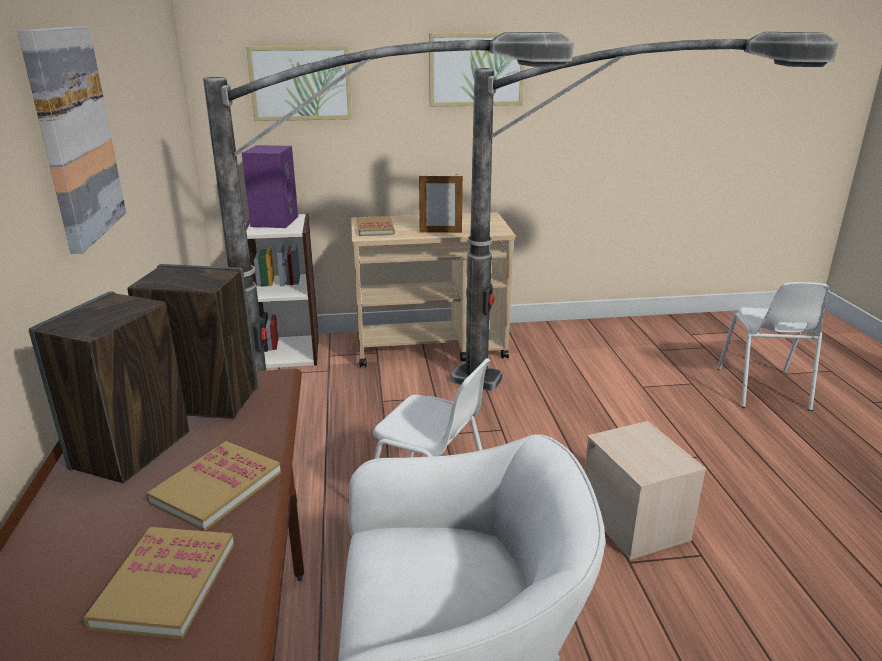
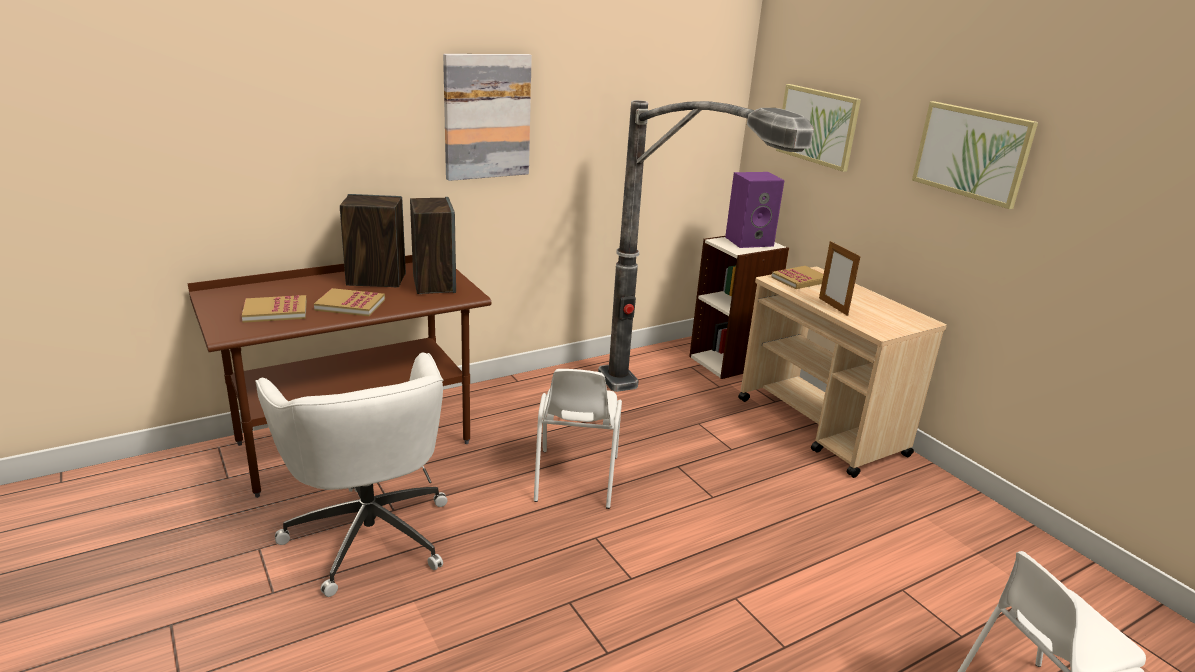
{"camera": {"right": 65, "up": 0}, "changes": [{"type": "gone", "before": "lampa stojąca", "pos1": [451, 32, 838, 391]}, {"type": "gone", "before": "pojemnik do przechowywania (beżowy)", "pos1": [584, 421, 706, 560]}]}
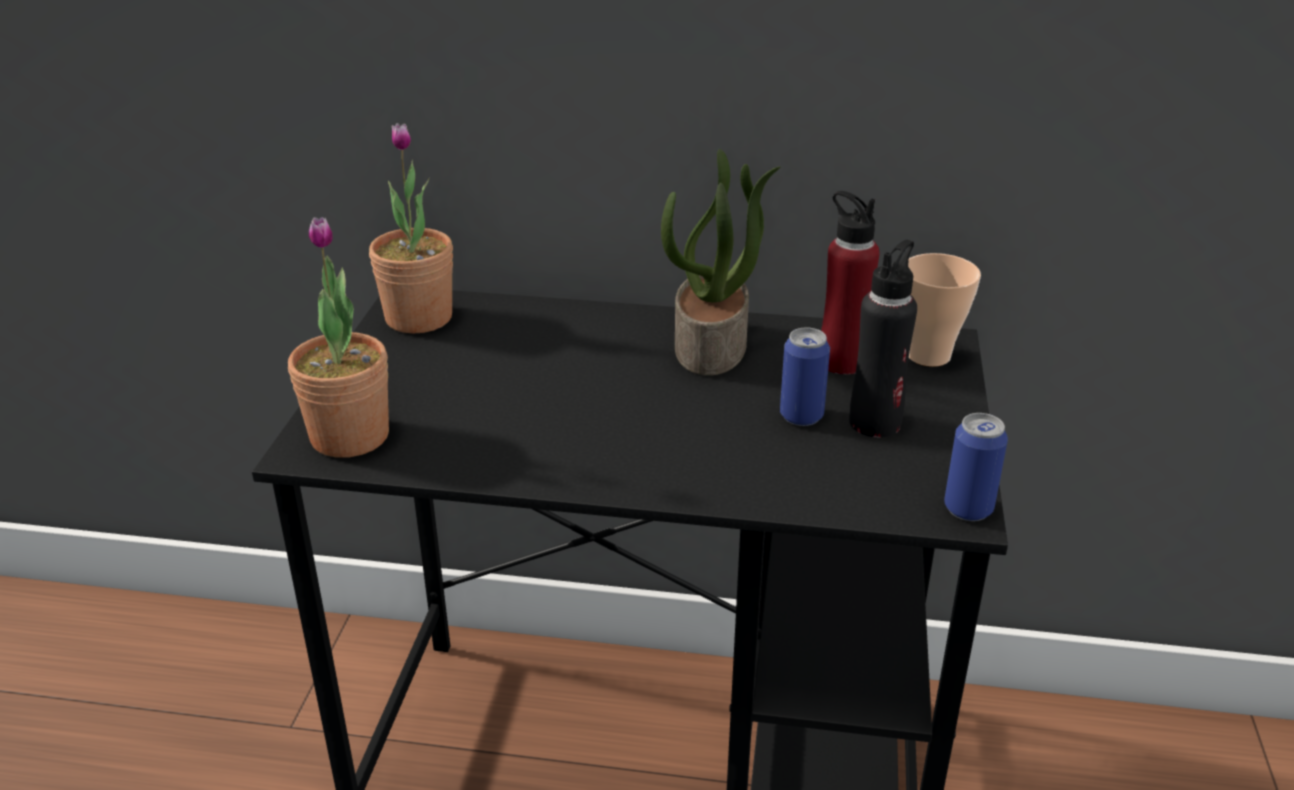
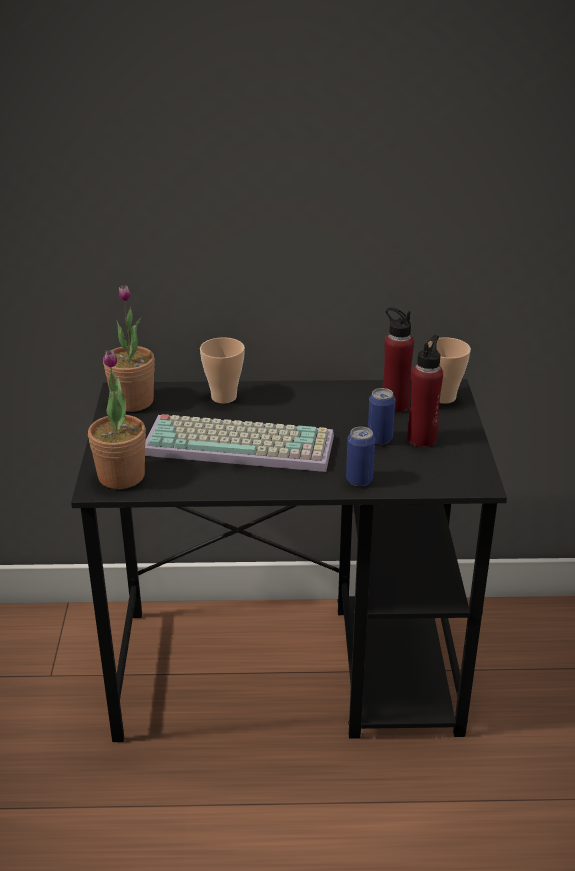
{"camera": {"right": -10, "up": 0}, "changes": [{"type": "new", "after": "klawiatura", "pos2": [145, 414, 334, 472]}, {"type": "new", "after": "filiżanka", "pos2": [200, 337, 245, 404]}, {"type": "shifted", "before": "puszka", "pos1": [944, 413, 1008, 521], "pos2": [346, 427, 375, 486]}, {"type": "repainted", "before": "butelka (czarny)", "after": "butelka (czerwony)", "pos1": [849, 240, 917, 438], "pos2": [407, 335, 443, 447]}, {"type": "gone", "before": "roślina doniczkowa", "pos1": [661, 149, 781, 376]}]}
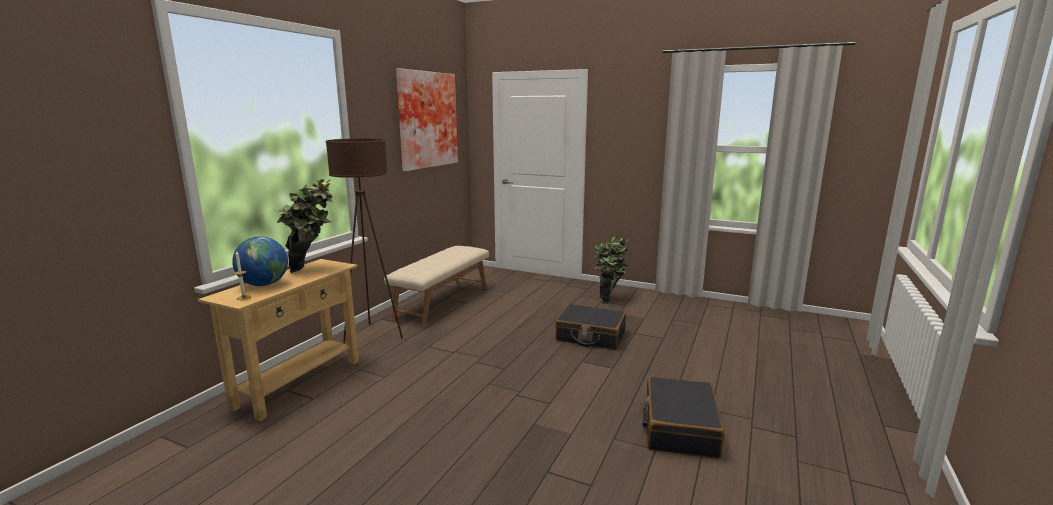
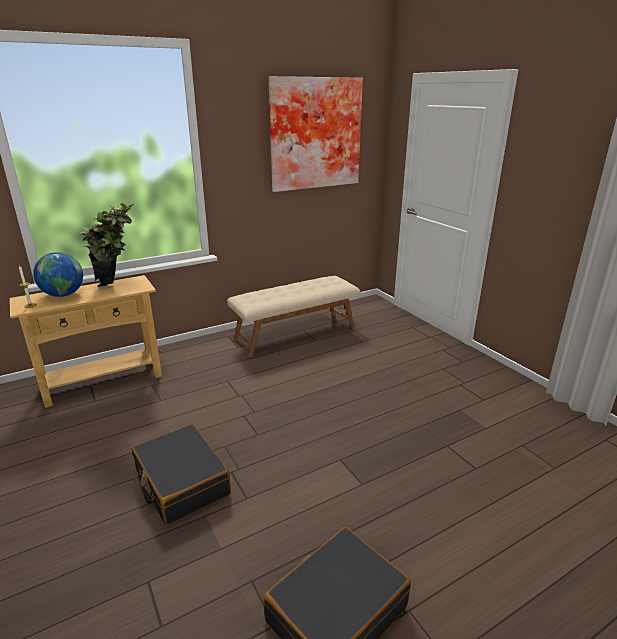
{"camera": {"right": 35, "up": 10}, "changes": [{"type": "shifted", "before": "walizka (czarny)", "pos1": [555, 304, 626, 350], "pos2": [132, 424, 231, 525]}, {"type": "gone", "before": "lampa stojąca (brązowy)", "pos1": [326, 138, 403, 344]}, {"type": "gone", "before": "roślina doniczkowa", "pos1": [594, 236, 629, 304]}]}
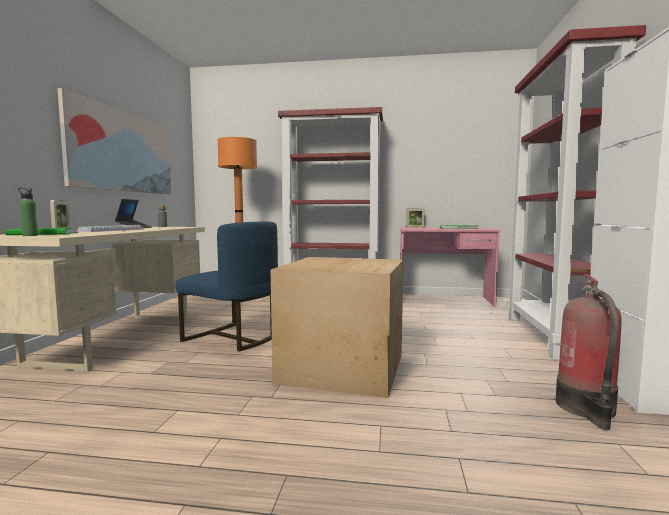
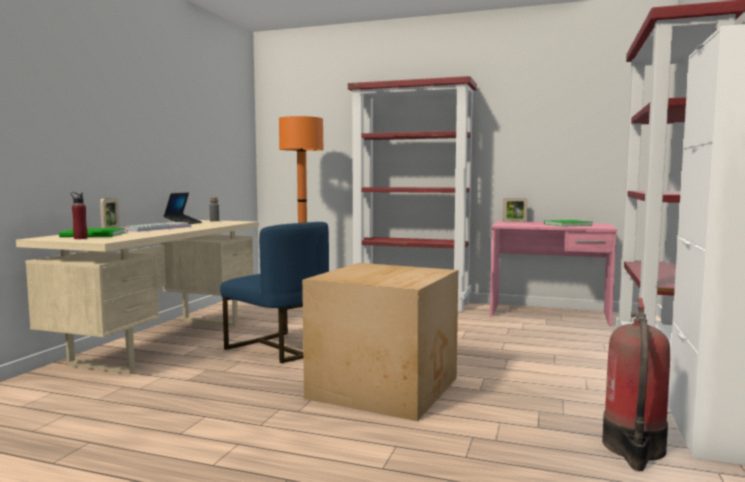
{"camera": {"right": 10, "up": 0}, "changes": [{"type": "repainted", "before": "butelka (zielony)", "after": "butelka (czerwony)", "pos1": [18, 188, 38, 236], "pos2": [71, 192, 88, 239]}, {"type": "gone", "before": "obraz", "pos1": [57, 88, 171, 194]}]}
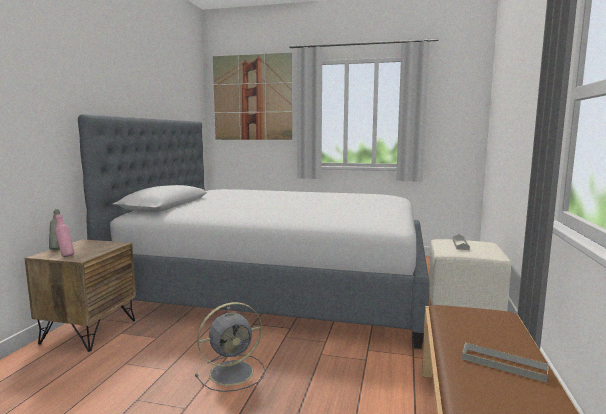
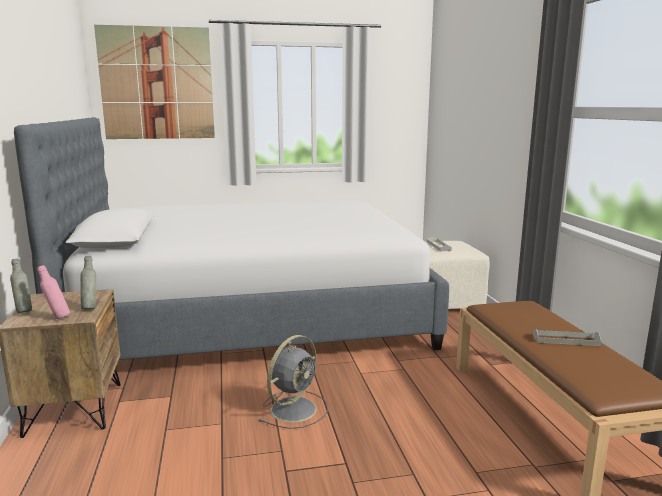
{"camera": {"right": -25, "up": 5}, "changes": [{"type": "new", "after": "butelka (szary)", "pos2": [80, 256, 96, 309]}]}
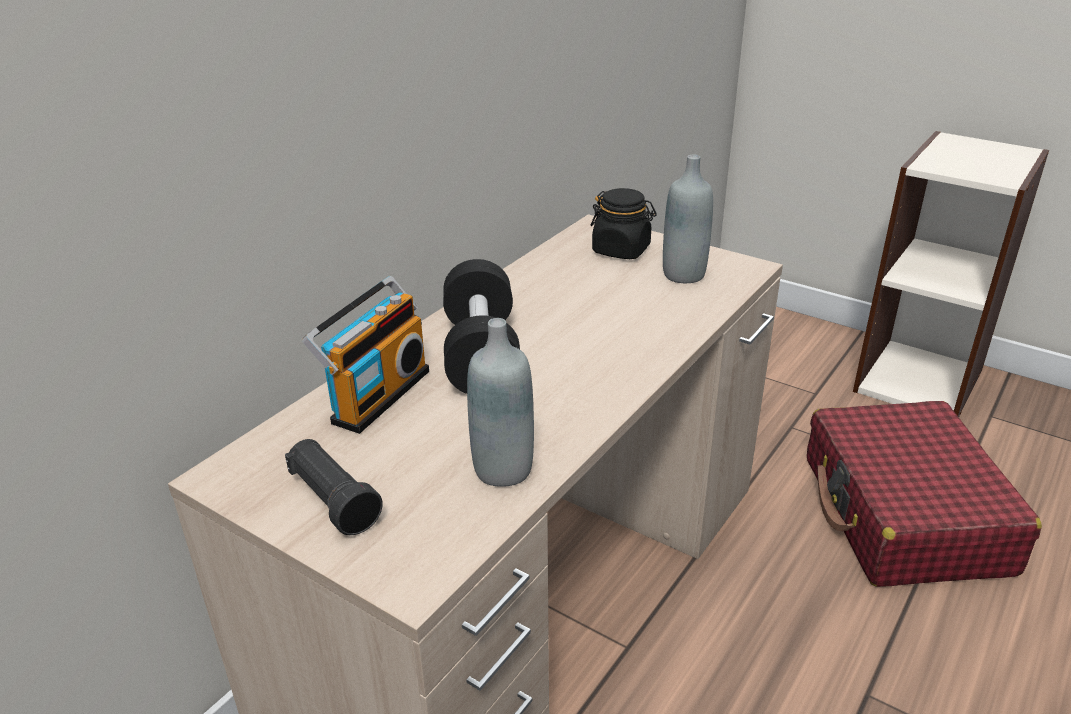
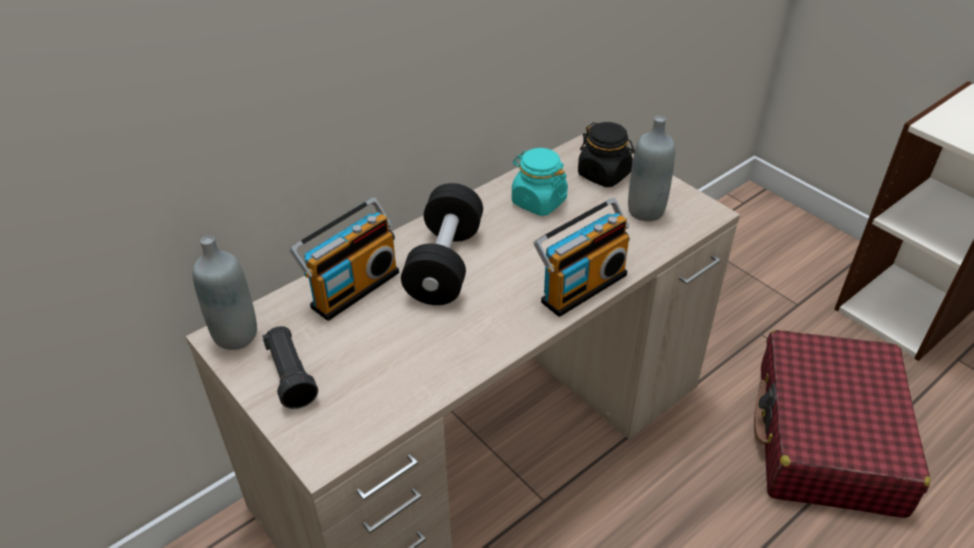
{"camera": {"right": 15, "up": 10}, "changes": [{"type": "shifted", "before": "butelka (szary)", "pos1": [467, 318, 534, 487], "pos2": [193, 236, 257, 350]}, {"type": "new", "after": "słoik (turkusowy)", "pos2": [512, 148, 568, 216]}, {"type": "new", "after": "radio", "pos2": [533, 198, 630, 317]}]}
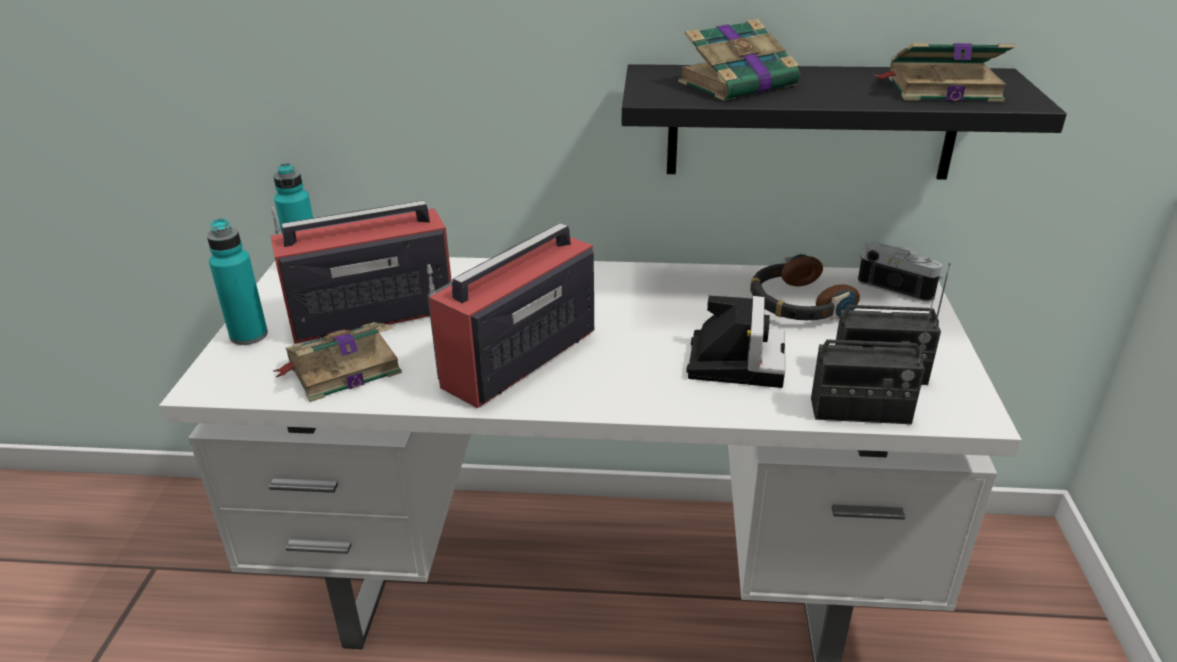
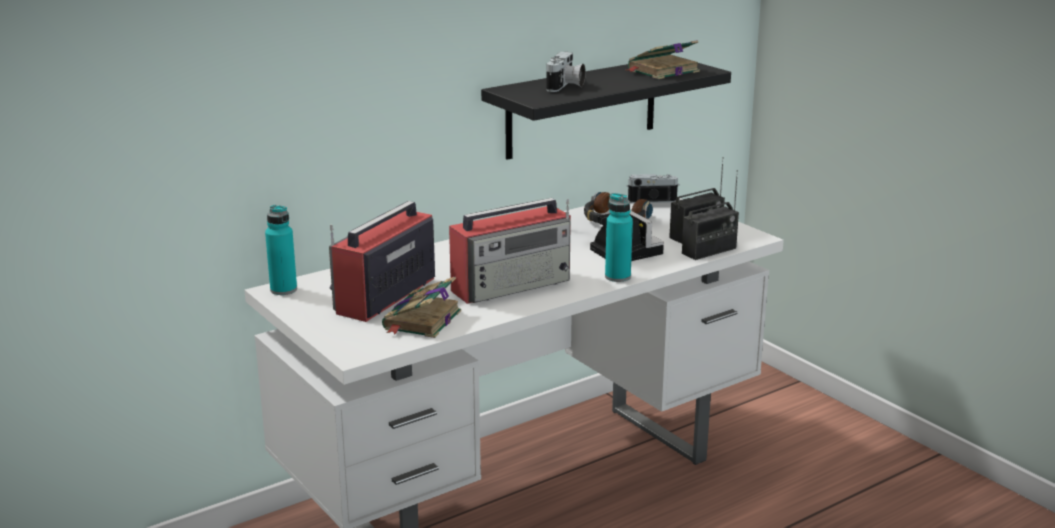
{"camera": {"right": -40, "up": -10}, "changes": [{"type": "rotated", "before": "radio", "pos1": [427, 223, 594, 408], "pos2": [449, 198, 571, 304], "turn": -120}, {"type": "swapped", "before": "książka", "after": "aparat fotograficzny", "pos1": [678, 19, 803, 101], "pos2": [546, 52, 586, 92]}, {"type": "shifted", "before": "butelka (turkusowy)", "pos1": [207, 218, 268, 345], "pos2": [605, 193, 633, 282]}]}
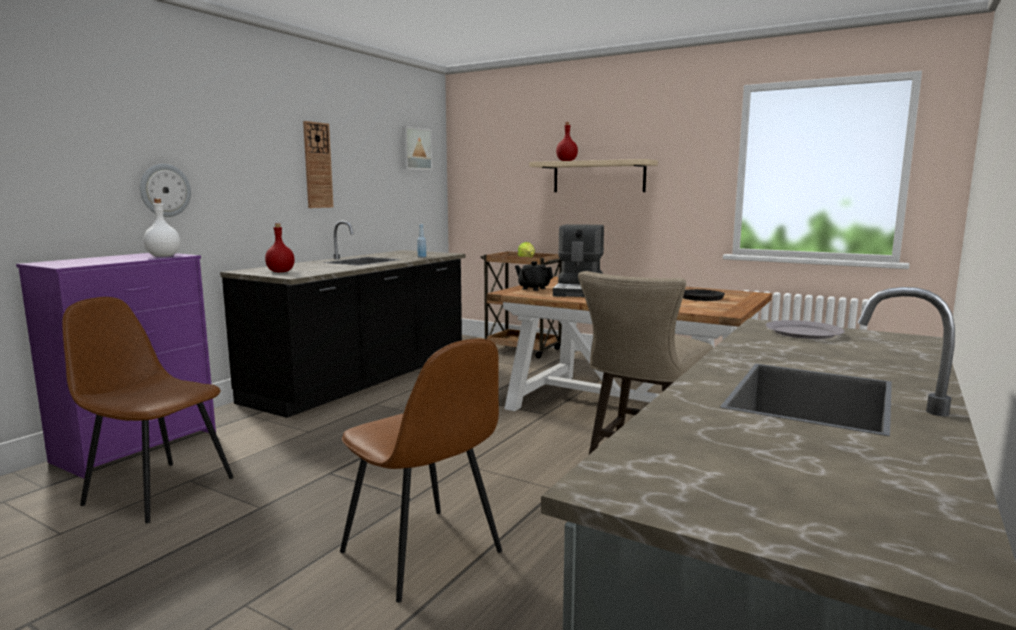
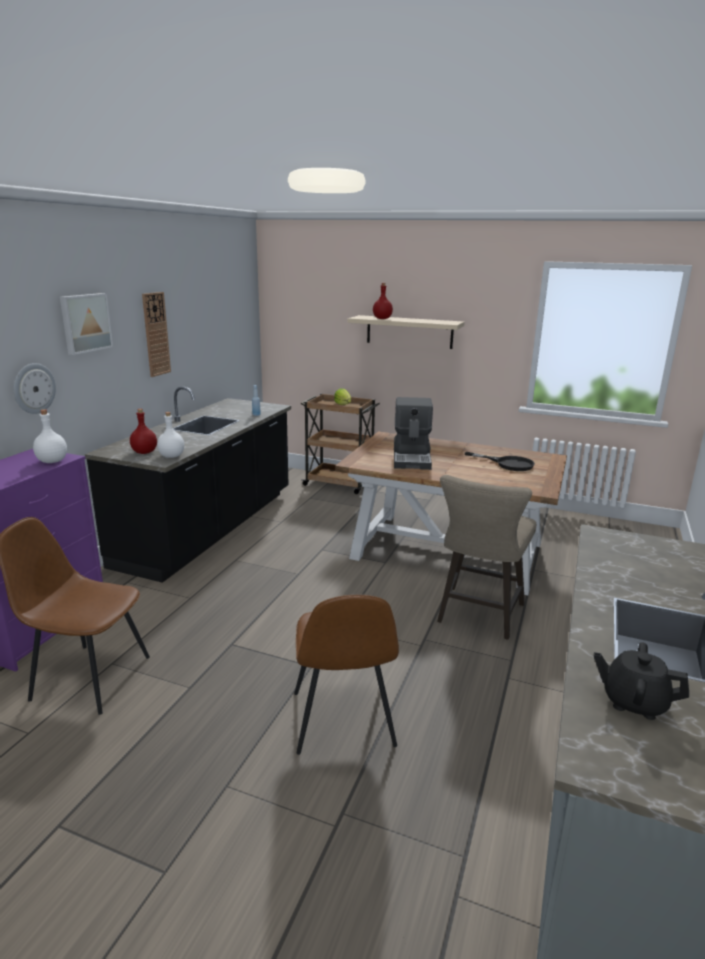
{"camera": {"right": -10, "up": 10}, "changes": [{"type": "shifted", "before": "obraz", "pos1": [402, 126, 433, 170], "pos2": [60, 293, 113, 355]}, {"type": "new", "after": "butelka (biały)", "pos2": [157, 412, 184, 458]}, {"type": "rotated", "before": "krzesło (brązowy)", "pos1": [340, 338, 502, 602], "pos2": [294, 595, 399, 755], "turn": 45}, {"type": "shifted", "before": "imbryk (czarny)", "pos1": [515, 261, 553, 291], "pos2": [594, 642, 689, 720]}, {"type": "gone", "before": "talerz (szary)", "pos1": [766, 320, 845, 339]}]}
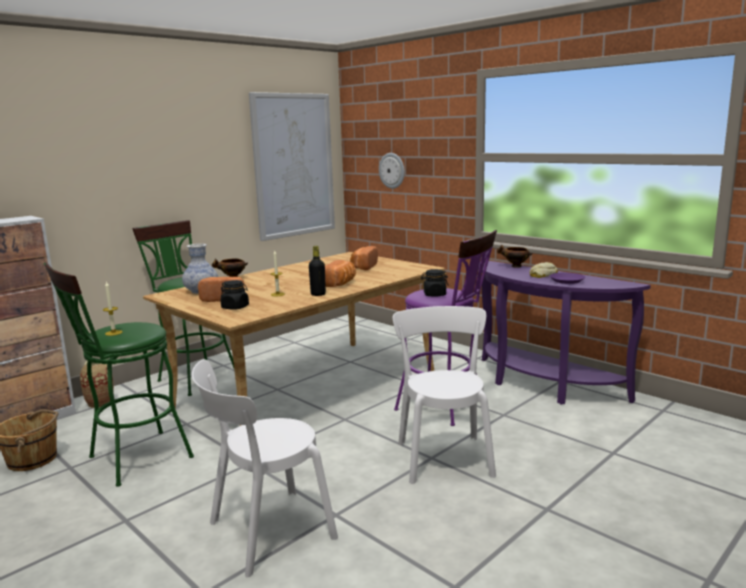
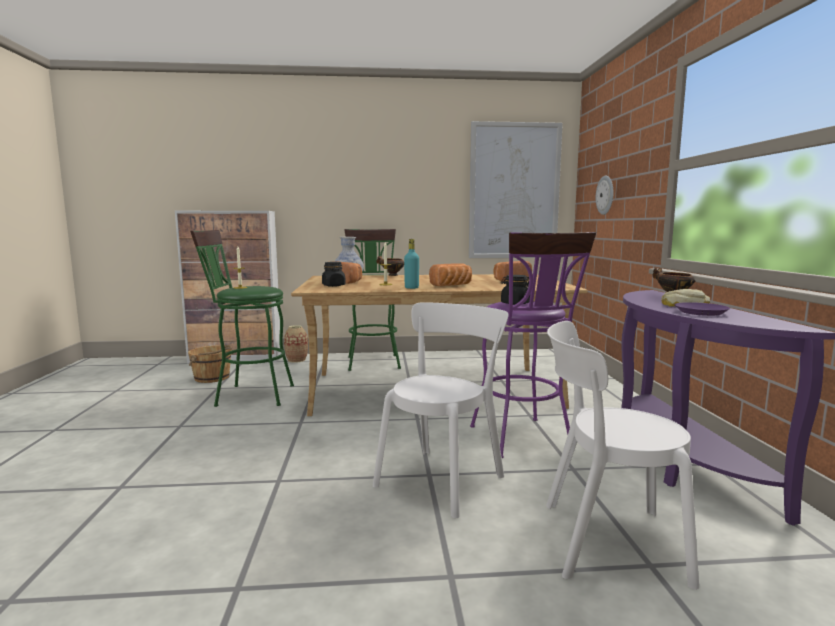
{"camera": {"right": 40, "up": -5}, "changes": [{"type": "repainted", "before": "butelka (czarny)", "after": "butelka (turkusowy)", "pos1": [309, 246, 326, 296], "pos2": [404, 239, 419, 289]}, {"type": "shifted", "before": "krzesło (biały)", "pos1": [192, 359, 338, 577], "pos2": [546, 321, 699, 590]}]}
